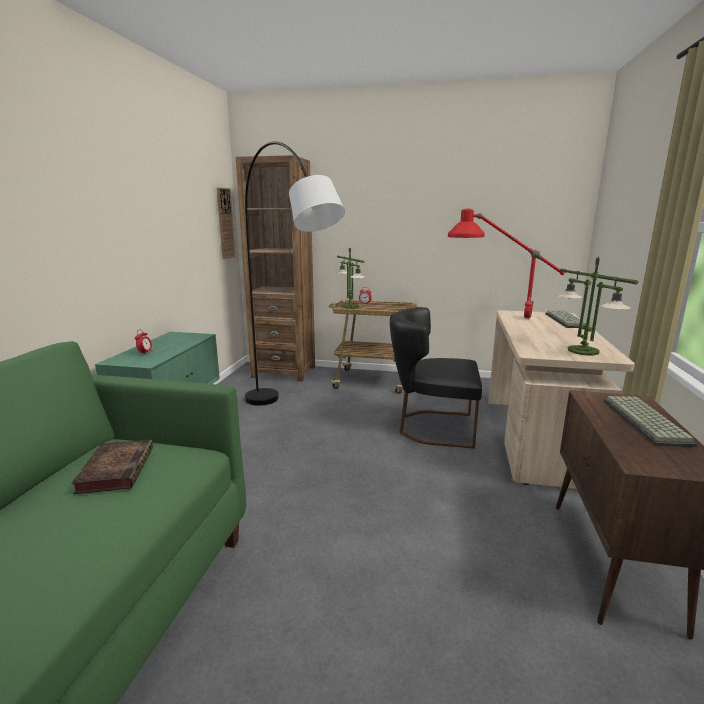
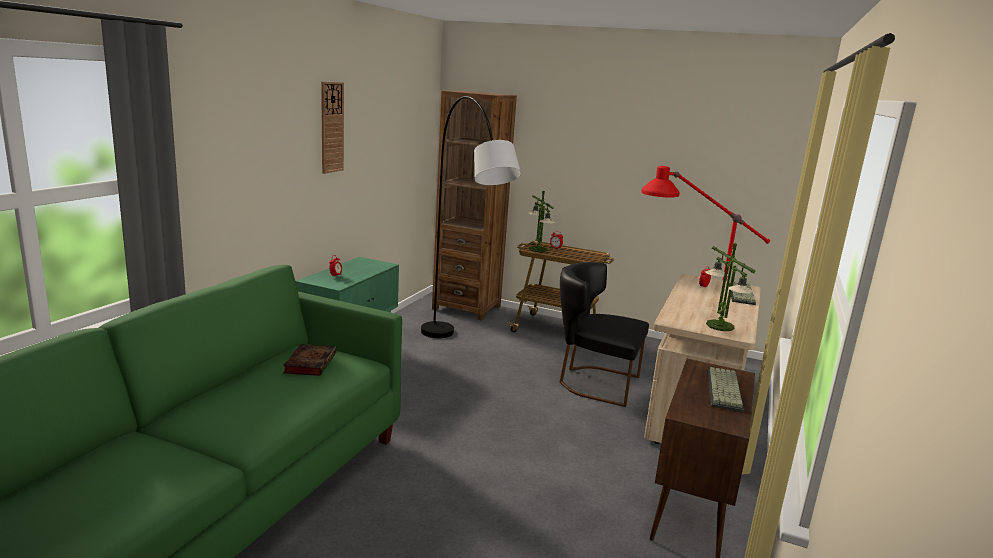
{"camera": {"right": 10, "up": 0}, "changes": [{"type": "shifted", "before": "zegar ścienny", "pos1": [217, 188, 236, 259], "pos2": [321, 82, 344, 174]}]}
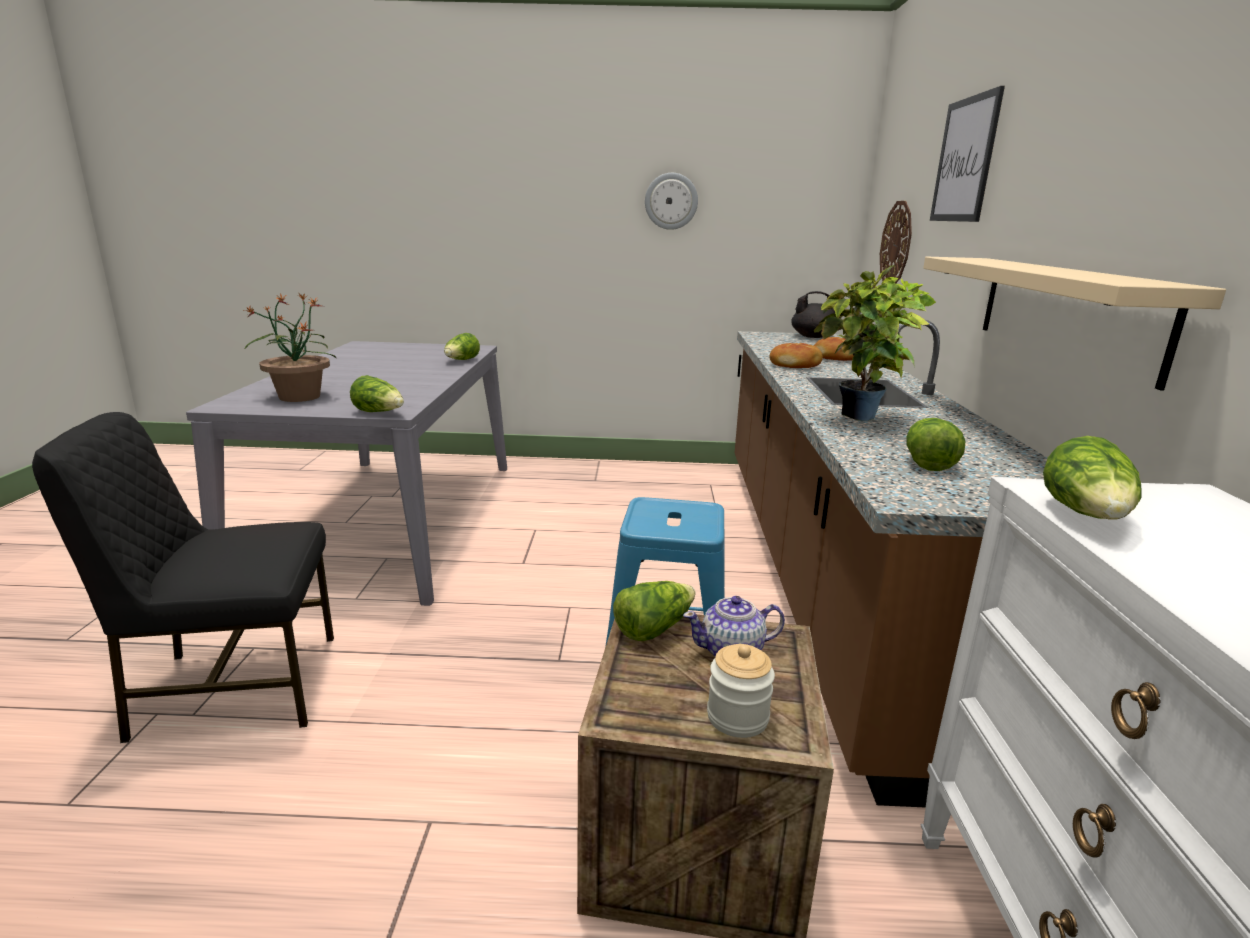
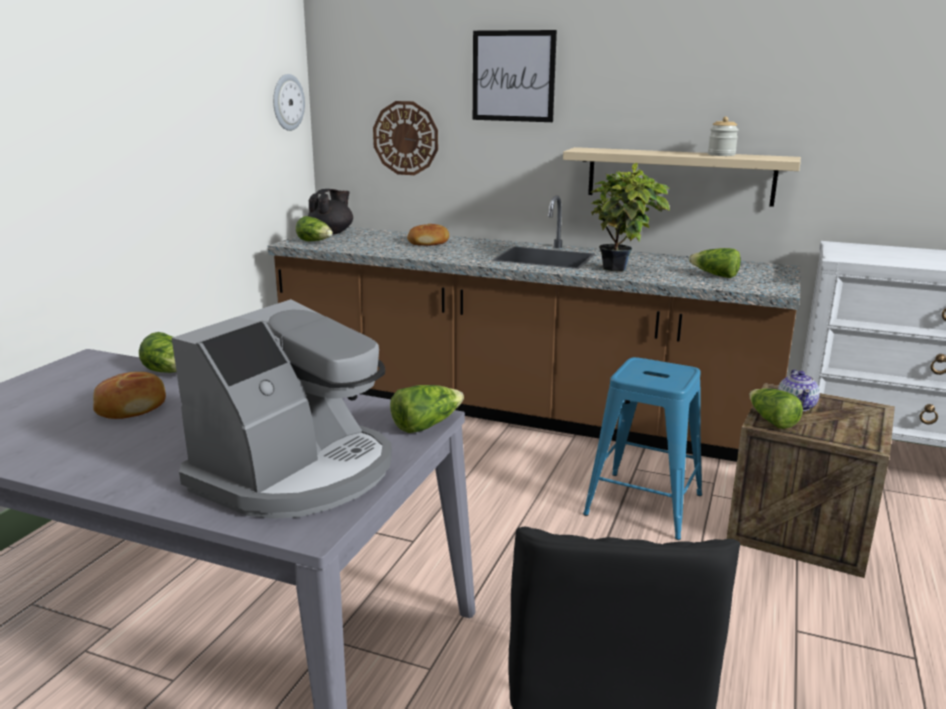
{"camera": {"right": -70, "up": 0}, "changes": [{"type": "shifted", "before": "chleb", "pos1": [769, 343, 823, 368], "pos2": [93, 372, 166, 419]}, {"type": "swapped", "before": "roślina doniczkowa", "after": "ekspres do kawy", "pos1": [243, 293, 336, 402], "pos2": [172, 299, 392, 519]}, {"type": "shifted", "before": "zegar ścienny", "pos1": [645, 173, 698, 230], "pos2": [273, 74, 305, 131]}, {"type": "shifted", "before": "sałata", "pos1": [1043, 436, 1142, 520], "pos2": [296, 216, 333, 241]}, {"type": "shifted", "before": "słoik", "pos1": [707, 644, 775, 738], "pos2": [708, 117, 739, 156]}]}
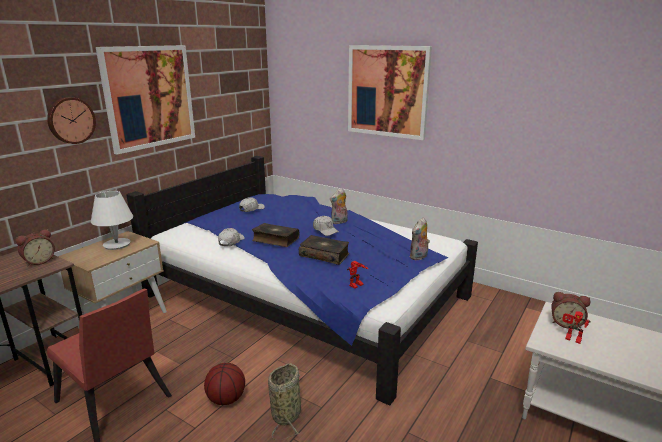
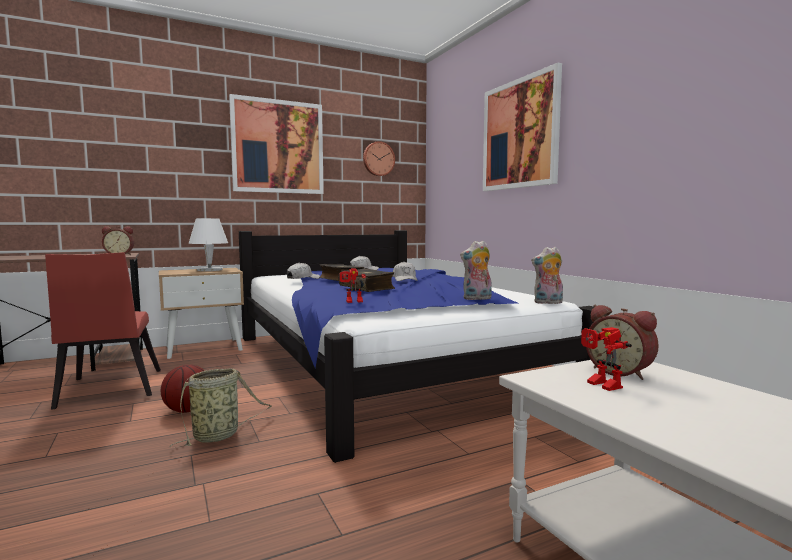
{"camera": {"right": 30, "up": -15}, "changes": [{"type": "shifted", "before": "zegar ścienny", "pos1": [47, 97, 96, 144], "pos2": [363, 141, 395, 176]}, {"type": "shifted", "before": "pluszak", "pos1": [330, 188, 348, 224], "pos2": [531, 247, 563, 304]}]}
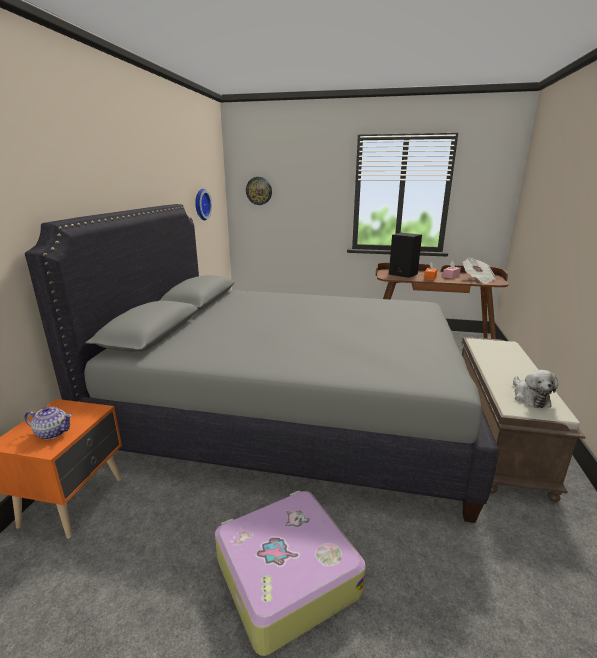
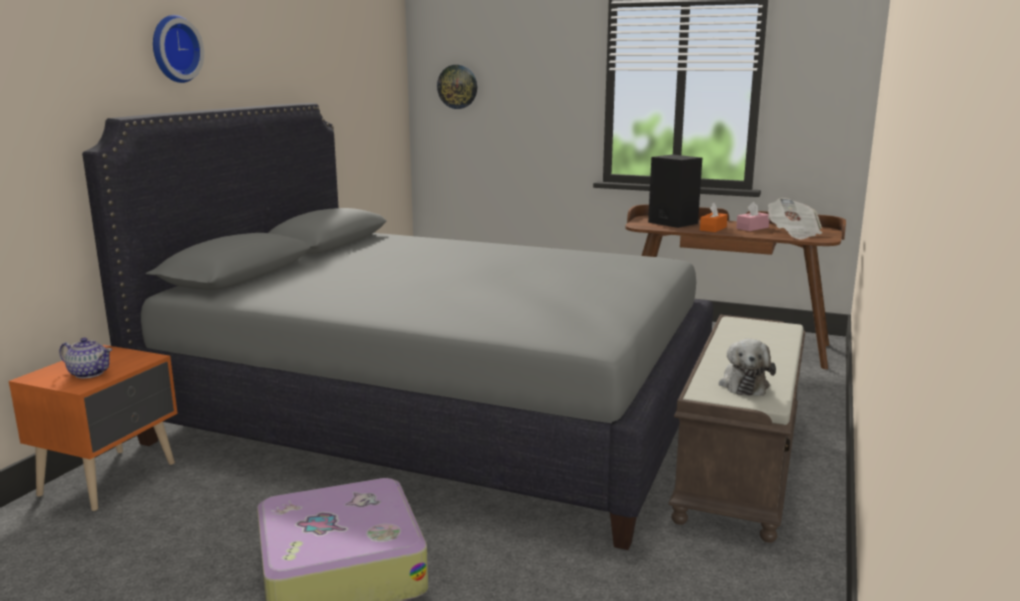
{"camera": {"right": 10, "up": -5}, "changes": [{"type": "shifted", "before": "zegar ścienny", "pos1": [195, 189, 212, 220], "pos2": [153, 15, 204, 83]}]}
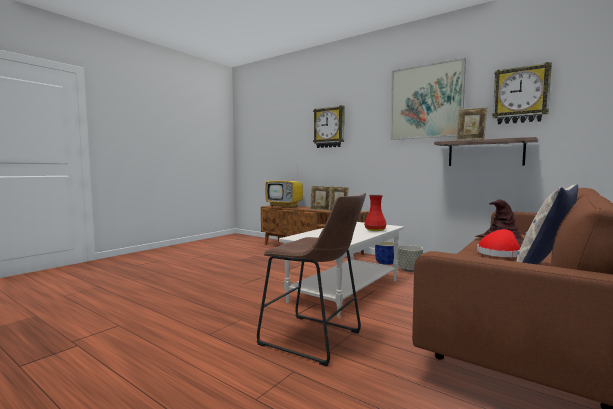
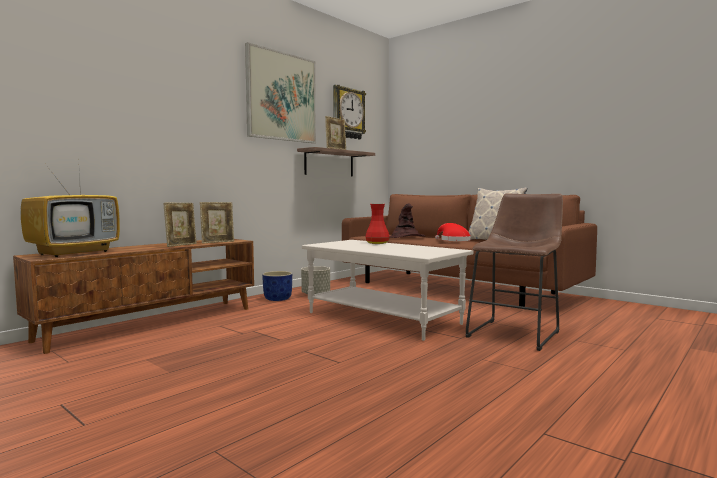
{"camera": {"right": -85, "up": 0}, "changes": [{"type": "gone", "before": "zegar ścienny", "pos1": [313, 106, 345, 148]}]}
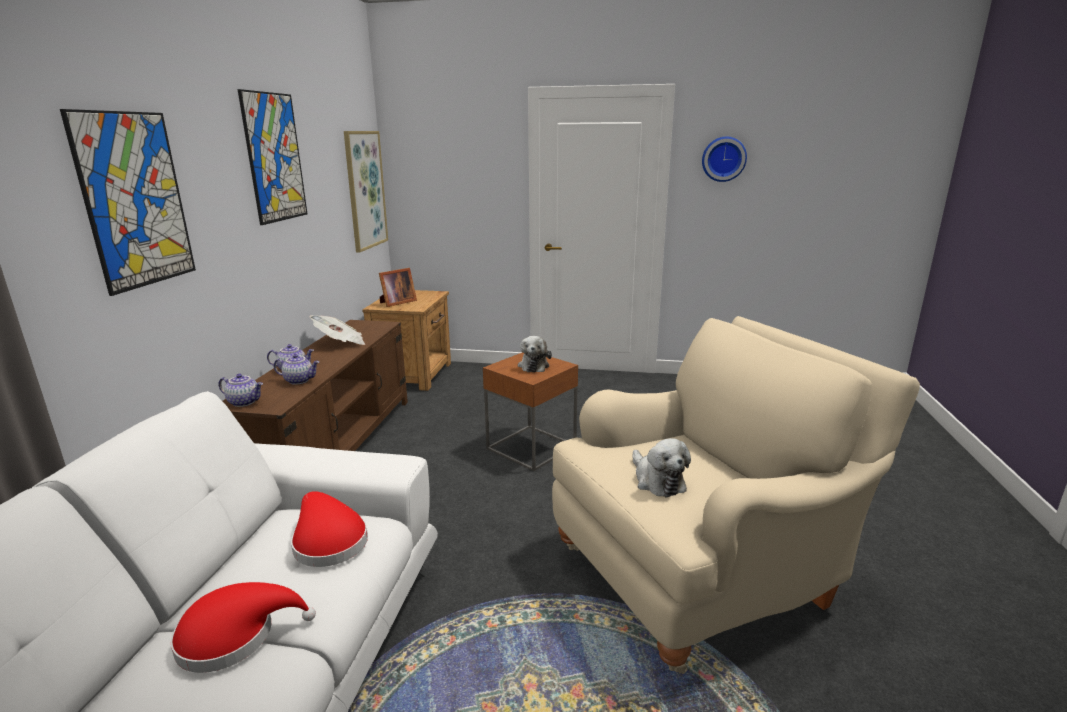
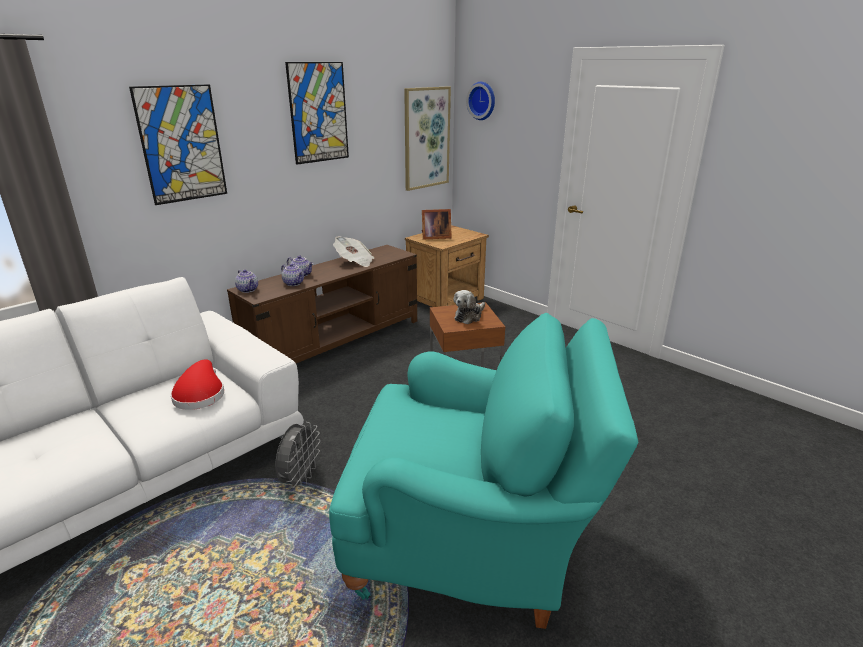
{"camera": {"right": 35, "up": 5}, "changes": [{"type": "new", "after": "wentylator (szary)", "pos2": [275, 422, 320, 489]}, {"type": "repainted", "before": "fotel (beżowy)", "after": "fotel (turkusowy)", "pos1": [552, 316, 920, 674], "pos2": [329, 313, 638, 629]}, {"type": "shifted", "before": "zegar ścienny", "pos1": [702, 136, 747, 182], "pos2": [466, 82, 495, 120]}, {"type": "gone", "before": "kapelusz (czerwony)", "pos1": [170, 582, 316, 673]}, {"type": "gone", "before": "pluszak", "pos1": [632, 438, 691, 497]}]}
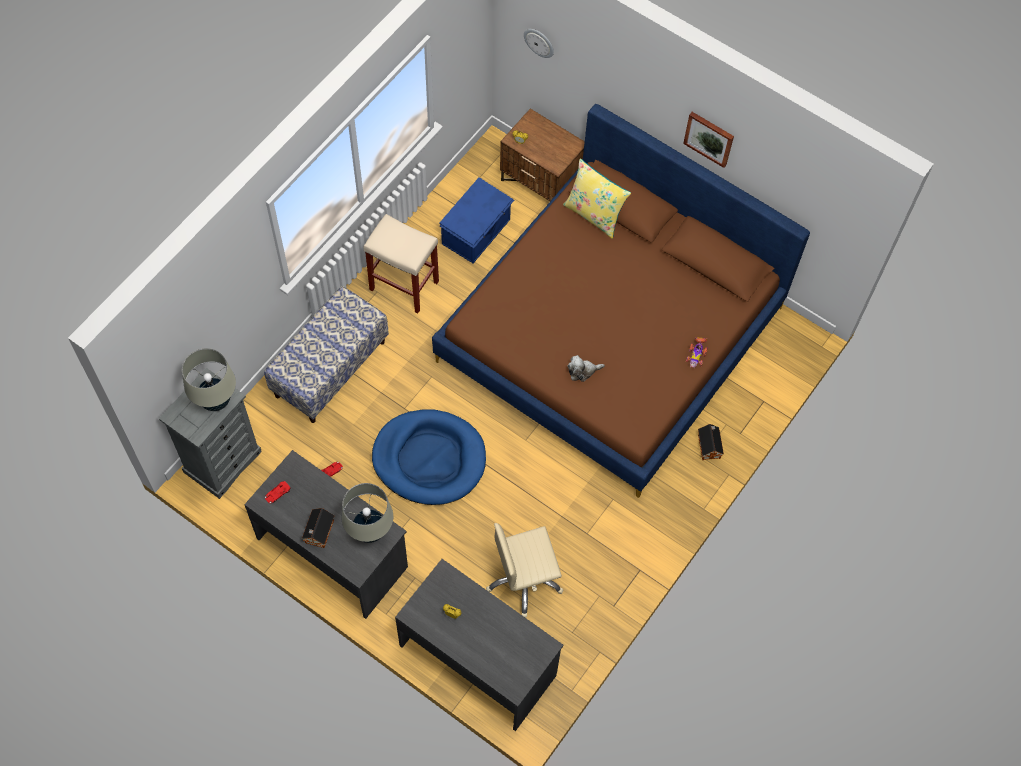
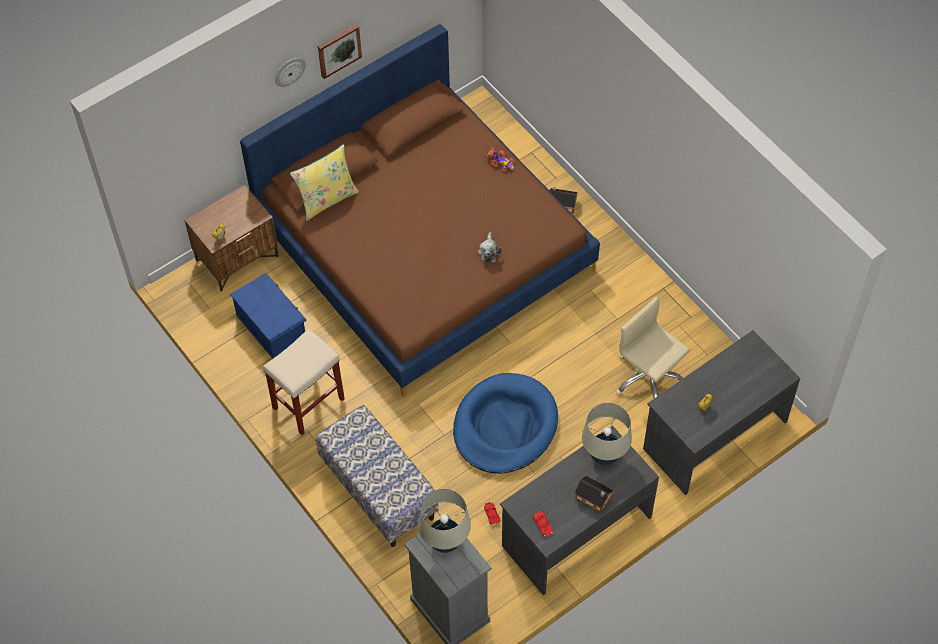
{"camera": {"right": -70, "up": -5}, "changes": [{"type": "shifted", "before": "zegar ścienny", "pos1": [524, 29, 554, 58], "pos2": [275, 58, 306, 87]}, {"type": "rotated", "before": "krzesło biurowe (beżowy)", "pos1": [486, 523, 564, 618], "pos2": [616, 296, 690, 398], "turn": 135}]}
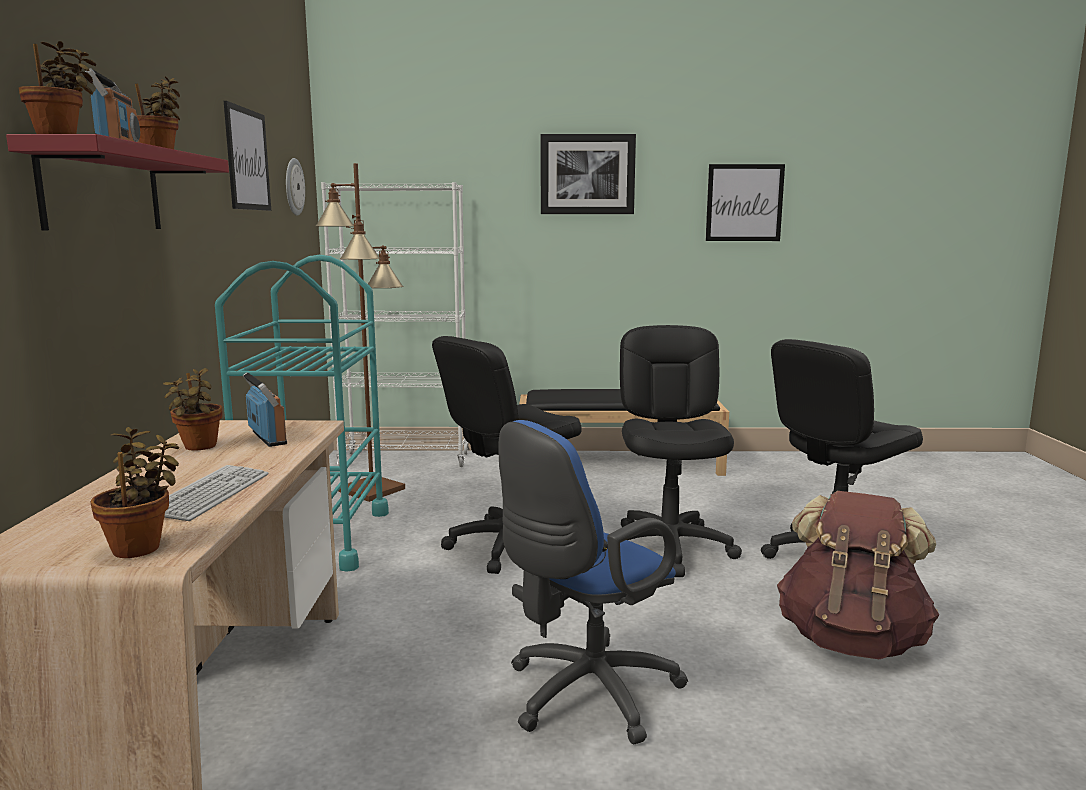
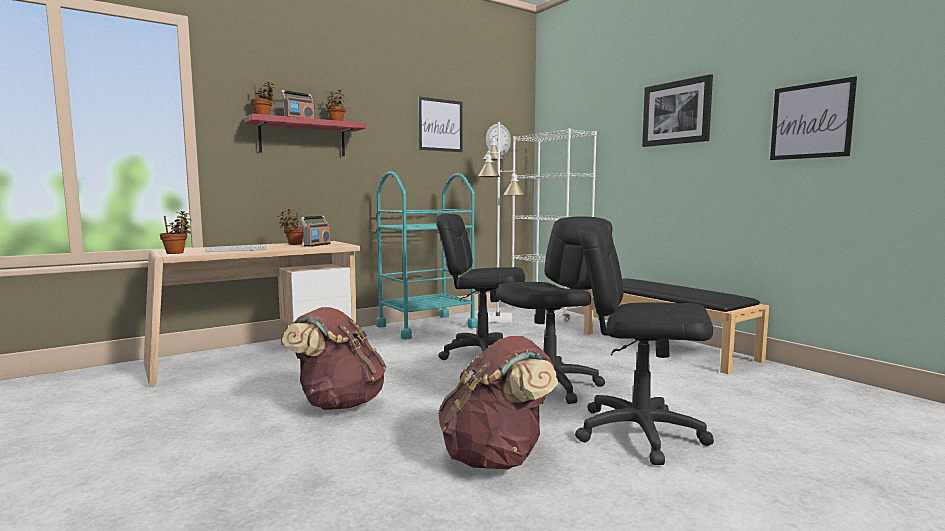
{"camera": {"right": 55, "up": -5}, "changes": [{"type": "swapped", "before": "krzesło biurowe (niebieski)", "after": "plecak (brązowy)", "pos1": [498, 420, 688, 744], "pos2": [282, 307, 386, 410]}, {"type": "repainted", "before": "lampa stojąca (brązowy)", "after": "lampa stojąca (biały)", "pos1": [316, 163, 405, 502], "pos2": [477, 122, 525, 323]}]}
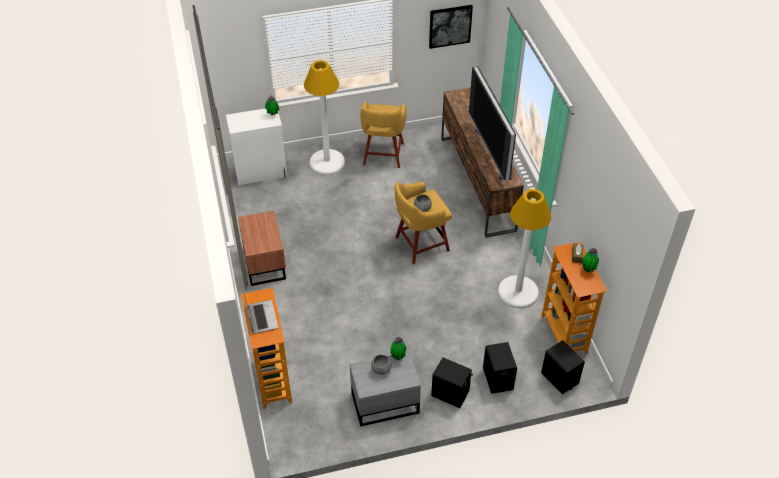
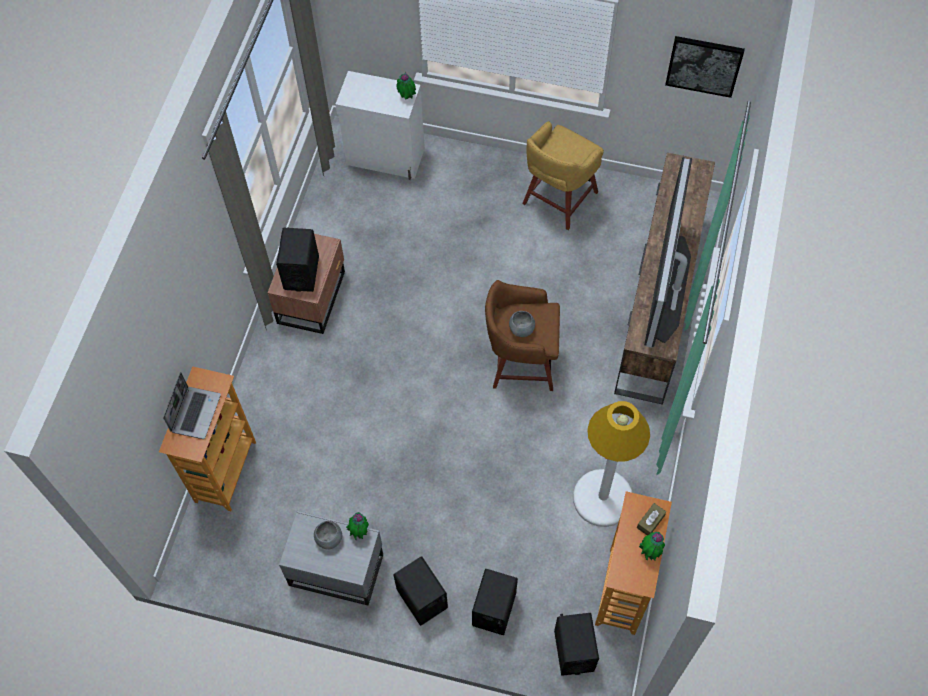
{"camera": {"right": 30, "up": 15}, "changes": [{"type": "new", "after": "głośnik (czarny)", "pos2": [276, 227, 319, 292]}, {"type": "repainted", "before": "stołek (żółty)", "after": "stołek (brązowy)", "pos1": [395, 182, 452, 264], "pos2": [485, 280, 560, 391]}, {"type": "gone", "before": "lampa stojąca (biały)", "pos1": [304, 60, 345, 175]}]}
